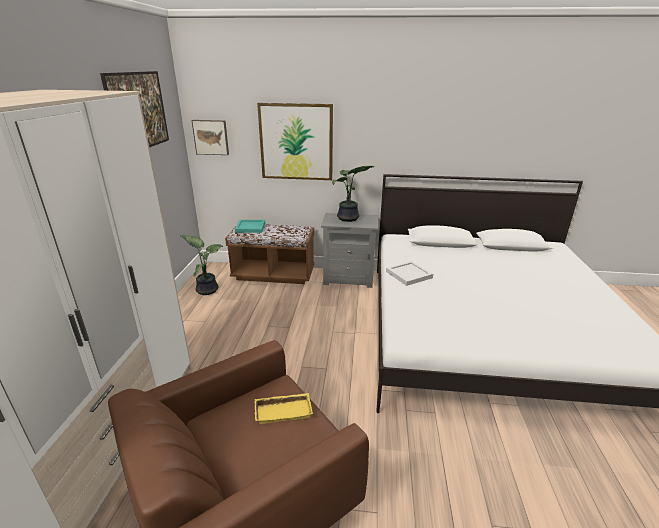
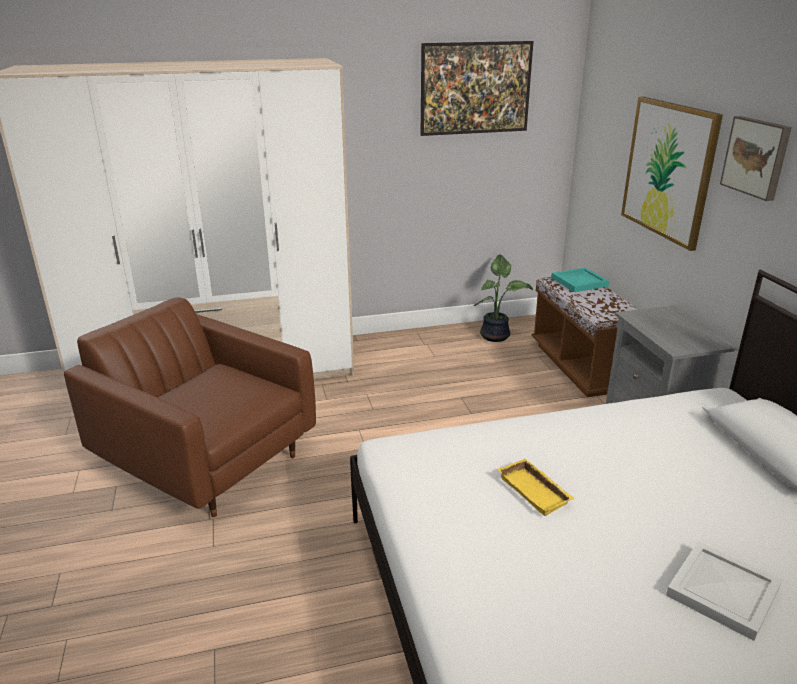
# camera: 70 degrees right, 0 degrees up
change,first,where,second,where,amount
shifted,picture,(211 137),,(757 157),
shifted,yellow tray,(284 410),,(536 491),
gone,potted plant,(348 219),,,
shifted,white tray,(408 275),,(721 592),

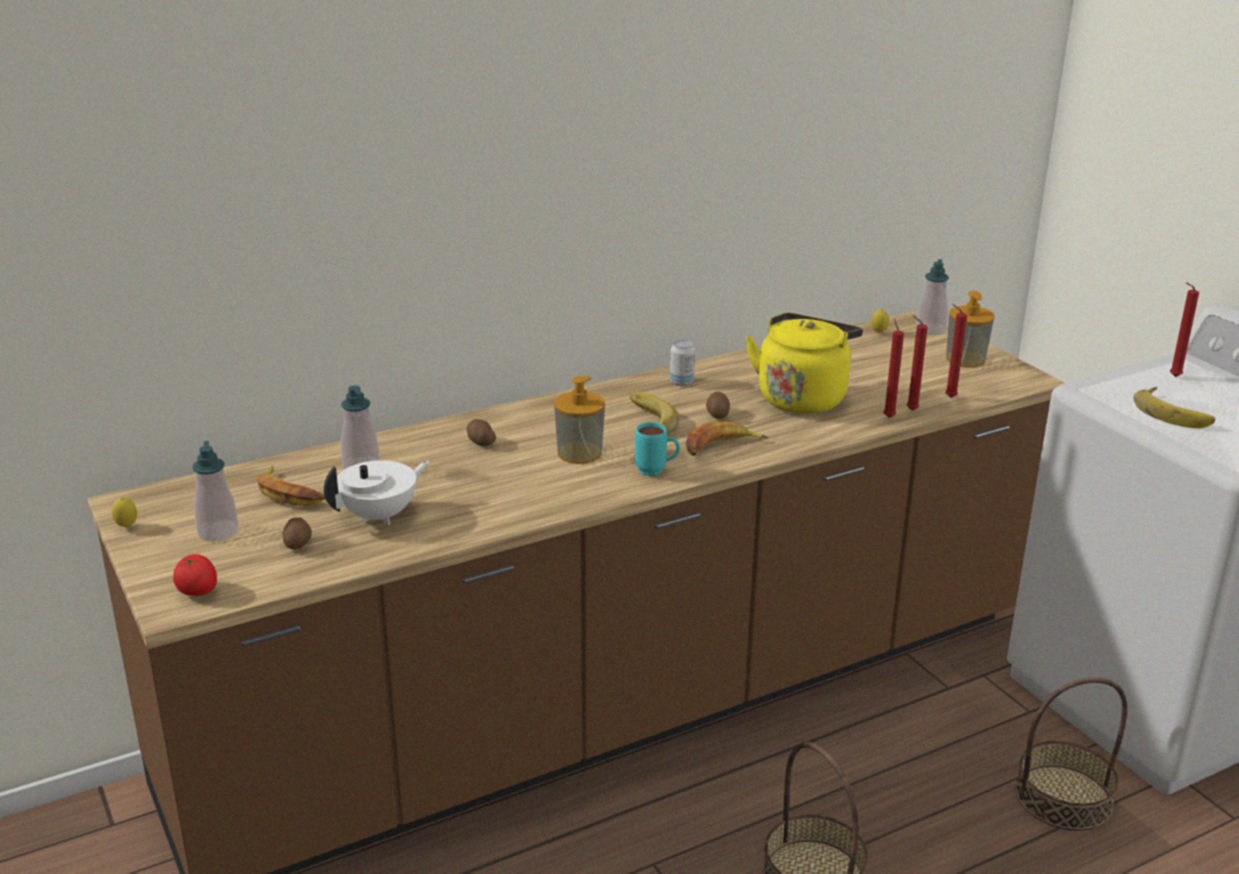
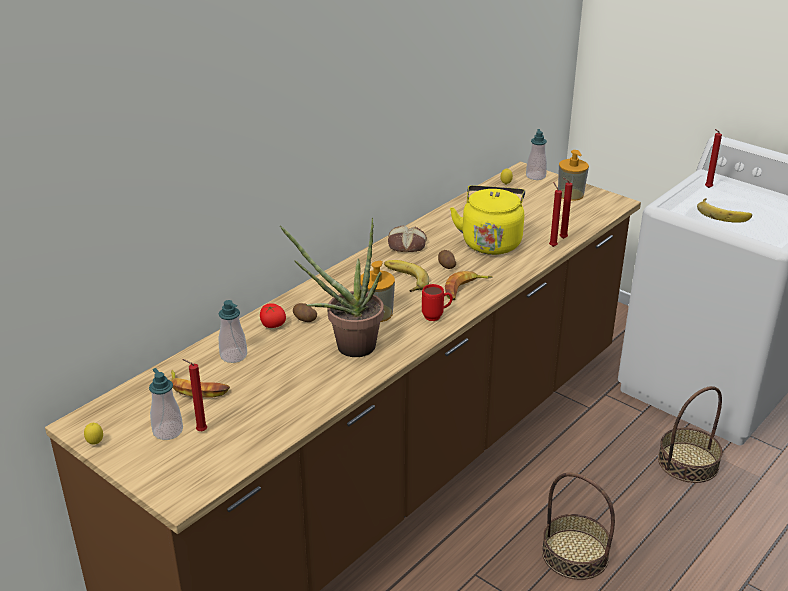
# camera: 20 degrees left, 5 degrees up
change,first,where,second,where,amount
shifted,tomato,(197 591),,(272 325),
gone,potato,(298 544),,,
gone,white teapot,(380 516),,,
repainted,turquoise mug,(656 471),red mug,(436 316),
swapped,can,(681 382),bread,(406 245),
shifted,red candle,(948 397),,(200 431),
new,,,potted plant,(347 347),

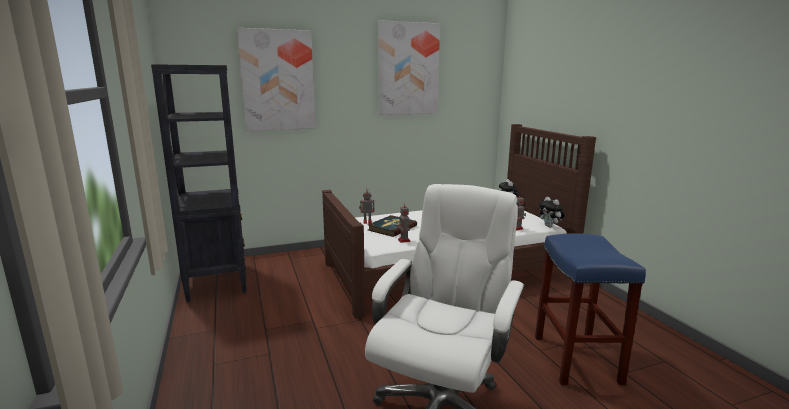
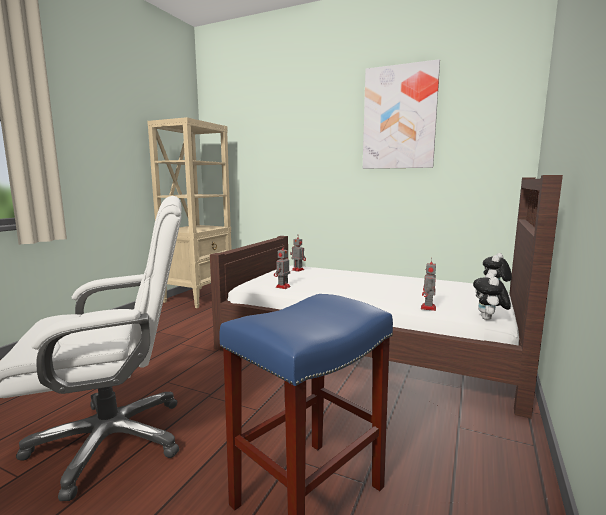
# camera: 45 degrees right, 5 degrees down
change,first,where,second,where,amount
repainted,black bookcase,(217 281),beige bookcase,(199 297),
gone,picture,(277 80),,,
gone,book,(392 228),,,

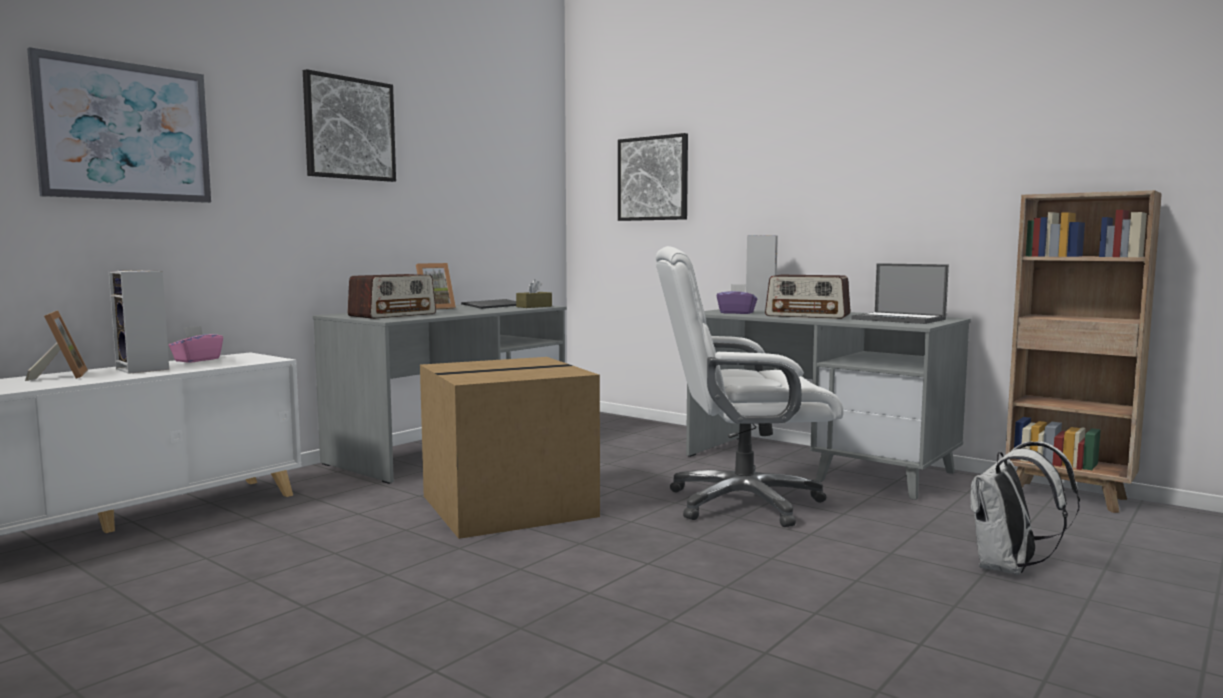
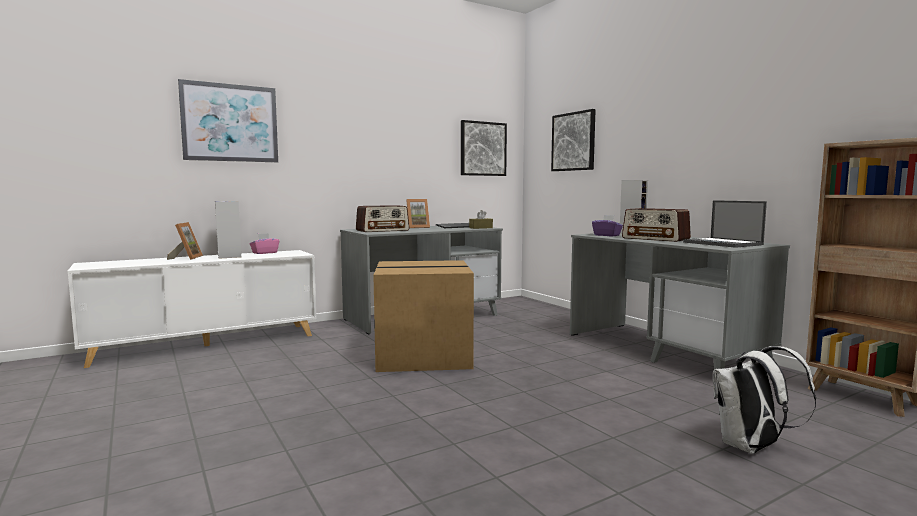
# camera: 20 degrees right, 0 degrees up
change,first,where,second,where,amount
shifted,picture,(349 128),,(483 149),
gone,white office chair,(742 503),,,

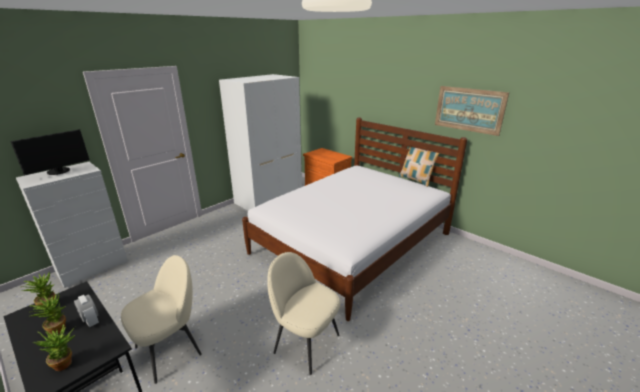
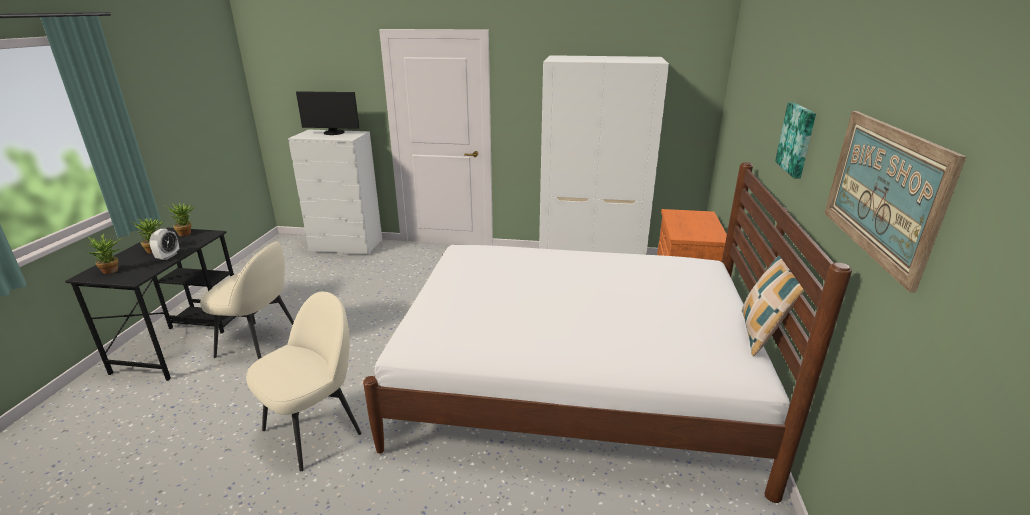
# camera: 55 degrees right, 0 degrees up
change,first,where,second,where,amount
rotated,beige chair,(305 342),,(314 430),45 degrees clockwise
new,,,picture,(797 139),

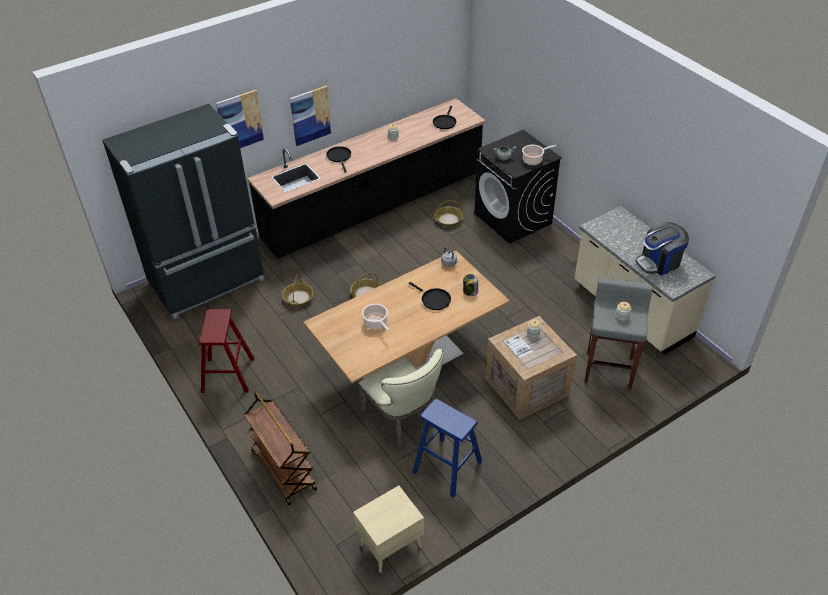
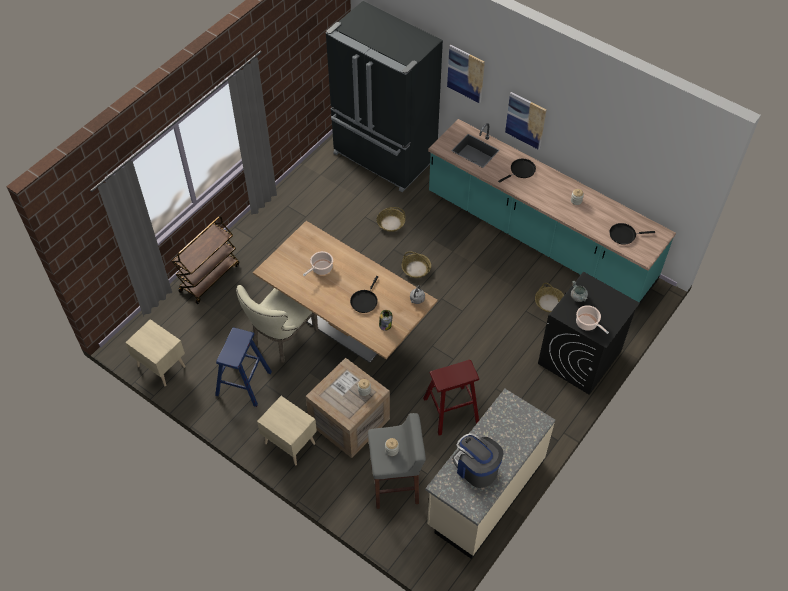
# camera: 70 degrees right, 10 degrees up
change,first,where,second,where,amount
shifted,red stool,(228 375),,(451 410),
repainted,black counter,(374 206),turquoise counter,(539 237),
new,,,beige nightstand,(290 442),

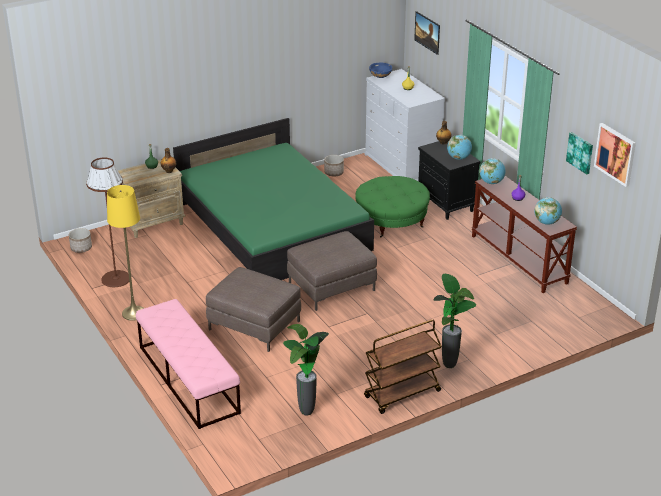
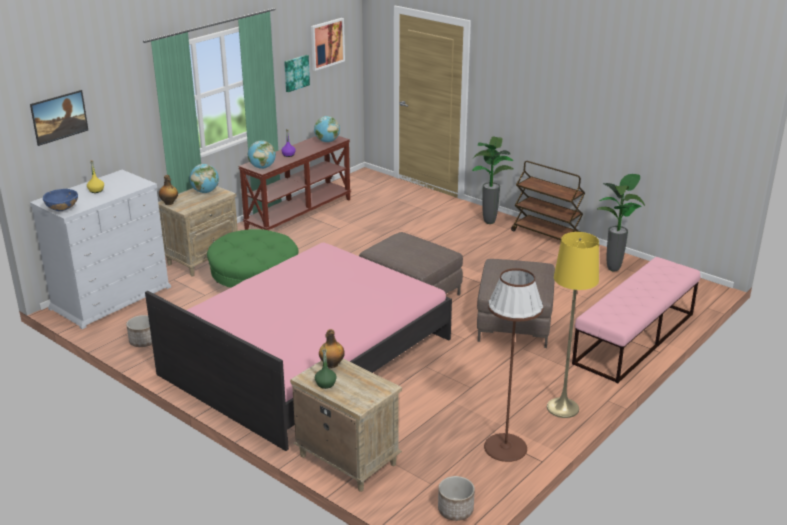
# camera: 110 degrees left, 5 degrees down
change,first,where,second,where,amount
repainted,green bed,(272 227),pink bed,(307 357),
repainted,black nightstand,(446 204),beige nightstand,(203 259),

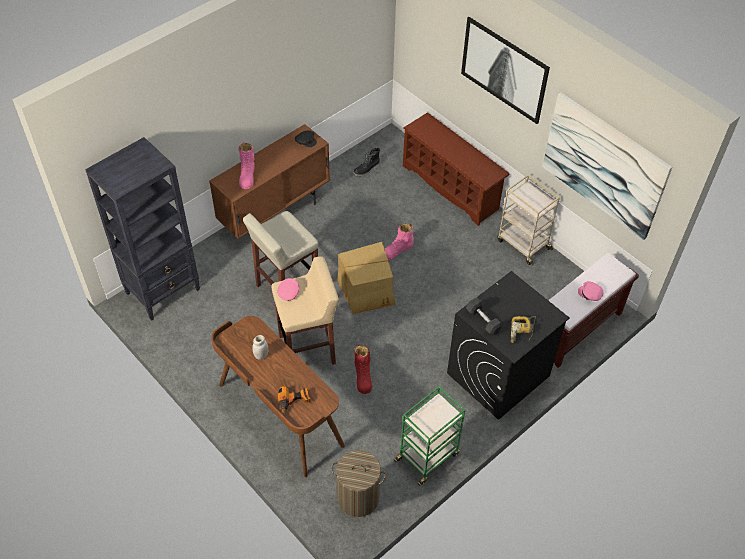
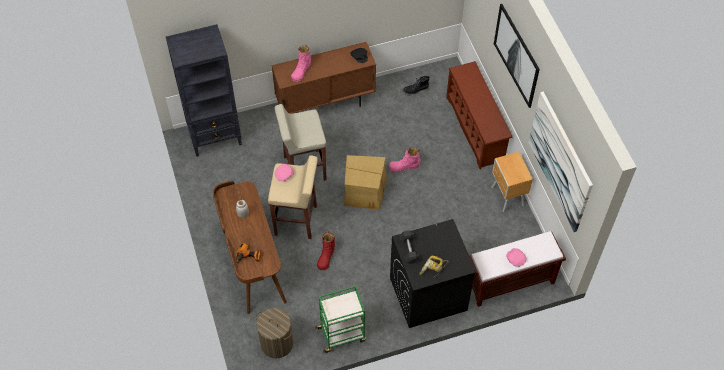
# camera: 25 degrees right, 5 degrees up
change,first,where,second,where,amount
swapped,beige cart,(522 244),brown nightstand,(507 197),

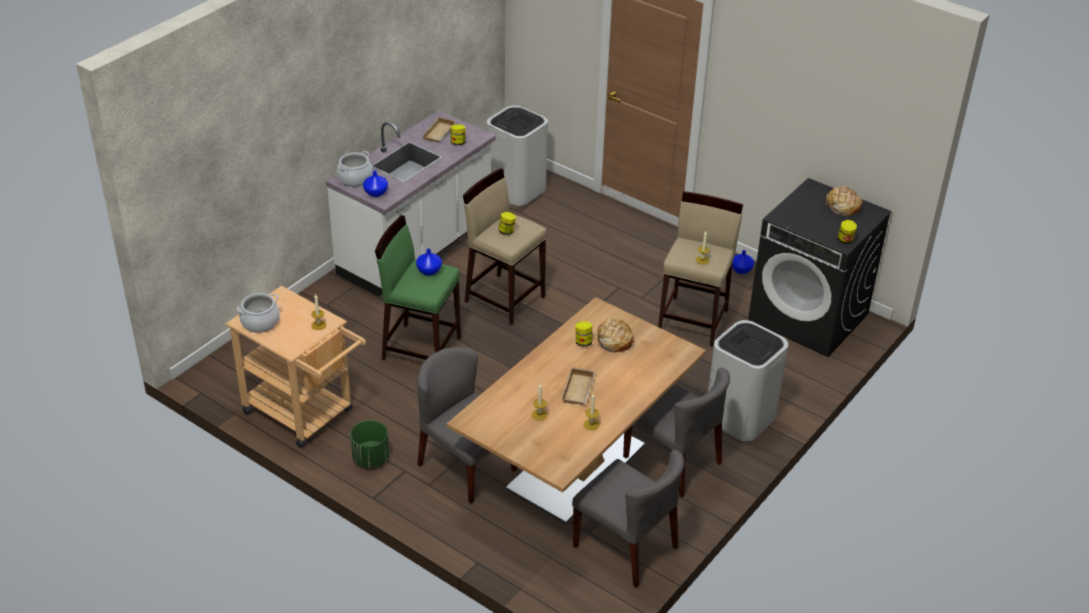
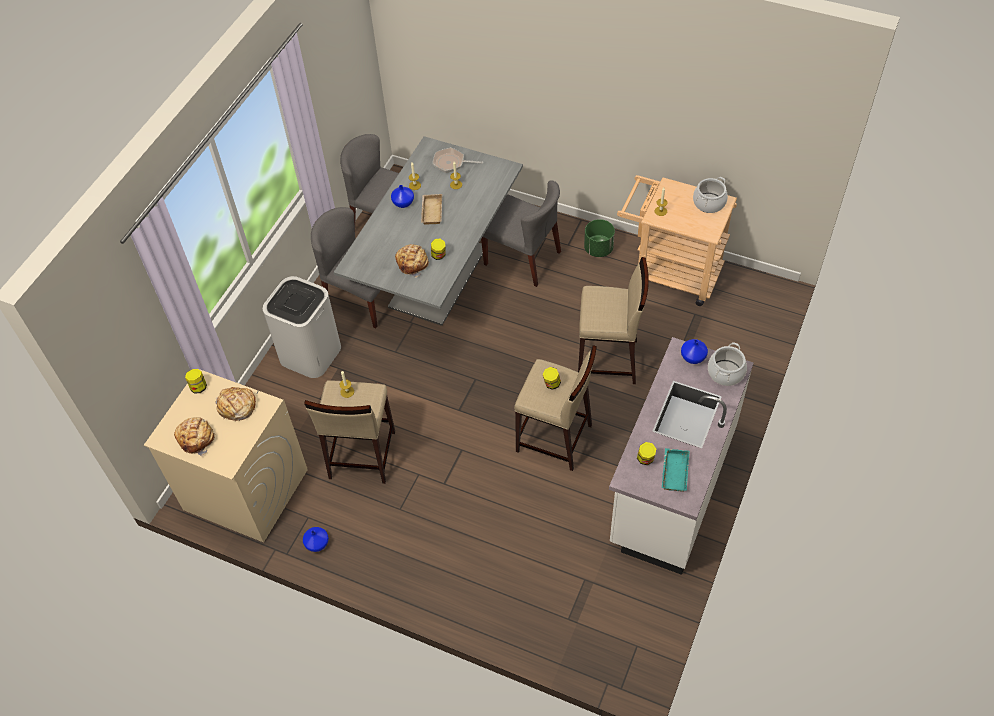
# camera: 170 degrees right, 15 degrees up
change,first,where,second,where,amount
repainted,green stool,(421 348),beige stool,(608 361),
shifted,blue vase,(428 271),,(403 202),
repainted,beige tray,(440 133),turquoise tray,(673 471),
repainted,brown dining table,(576 467),grey dining table,(438 277),
gone,white trash can,(516 189),,,
repainted,black washing machine,(809 317),beige washing machine,(245 489),
new,,,bread,(237 407),
new,,,frying pan,(451 163),

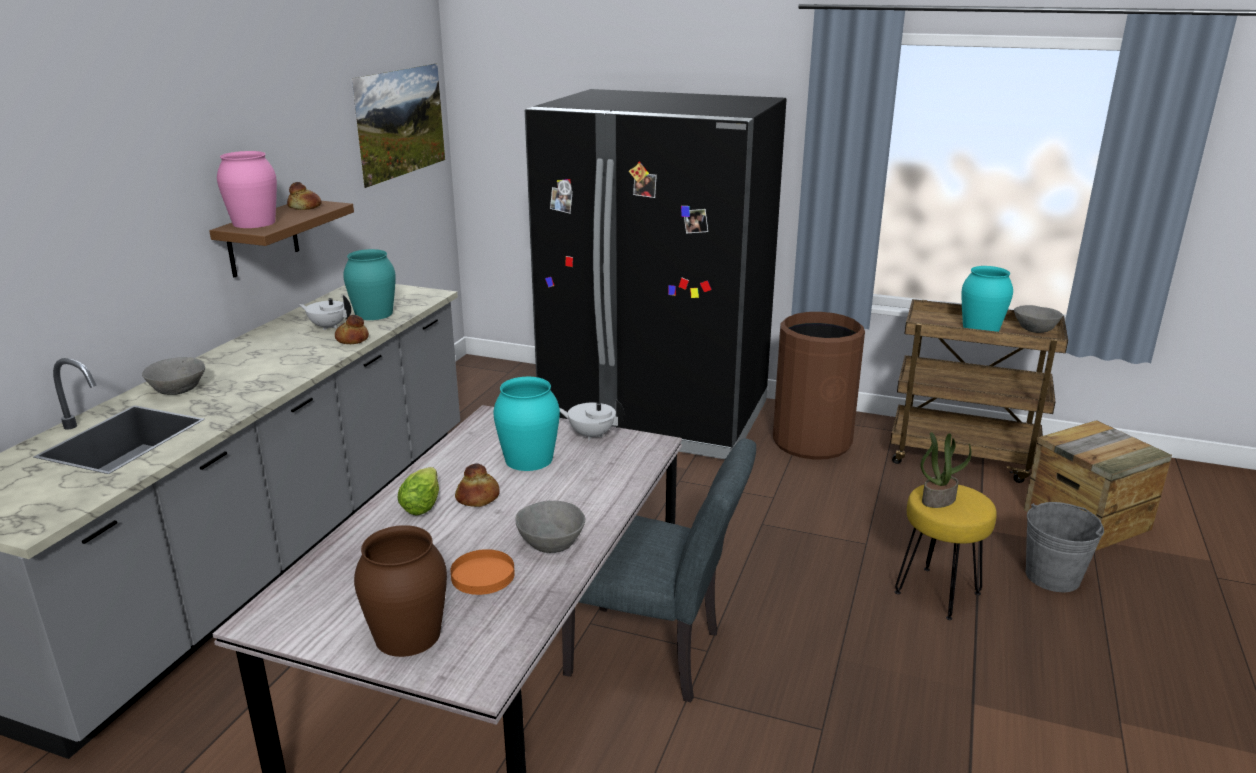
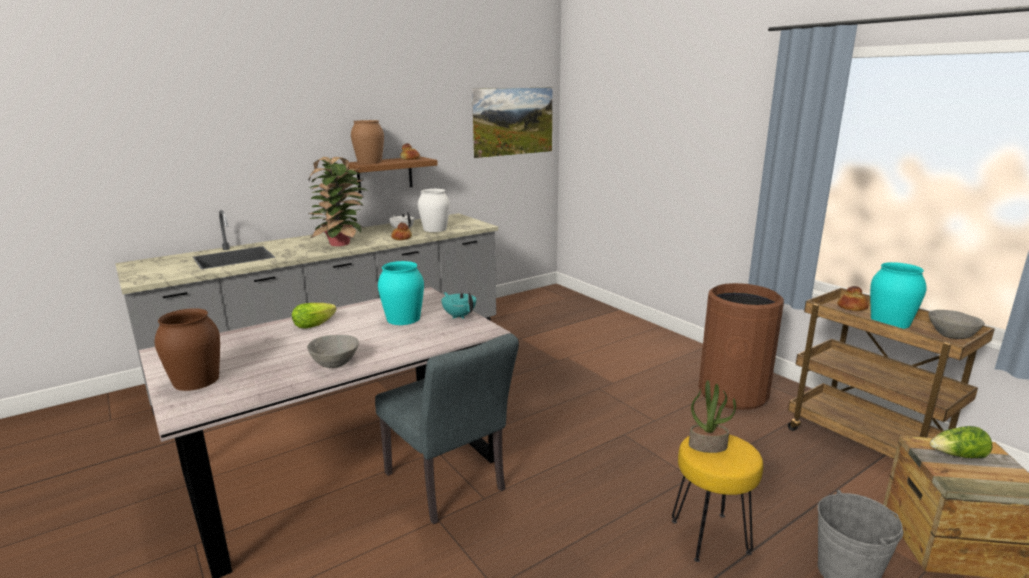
# camera: 35 degrees right, 5 degrees down
change,first,where,second,where,amount
gone,grey bowl,(177 390),,,
repainted,pink vase,(253 223),brown vase,(369 162),
repainted,turquoise vase,(374 313),white vase,(435 229),
gone,orange plate,(482 575),,,
shifted,bread,(478 497),,(852 307),
gone,black fridge,(656 416),,,
repainted,white teapot,(591 435),turquoise teapot,(459 316),
new,,,potted plant,(342 243),
new,,,lettuce,(957 456),

